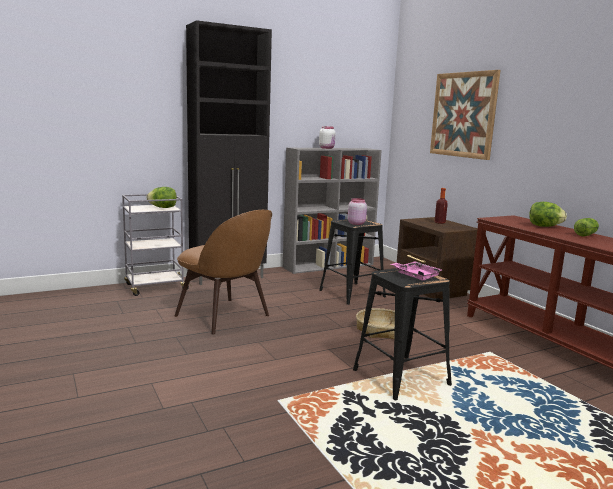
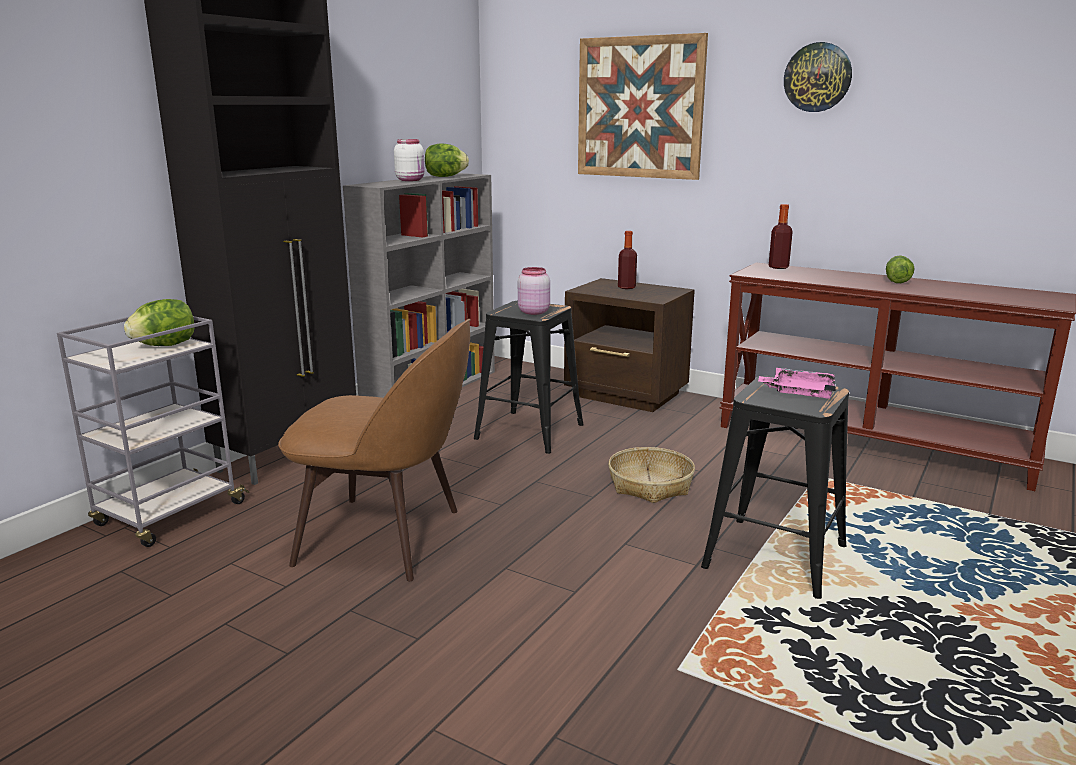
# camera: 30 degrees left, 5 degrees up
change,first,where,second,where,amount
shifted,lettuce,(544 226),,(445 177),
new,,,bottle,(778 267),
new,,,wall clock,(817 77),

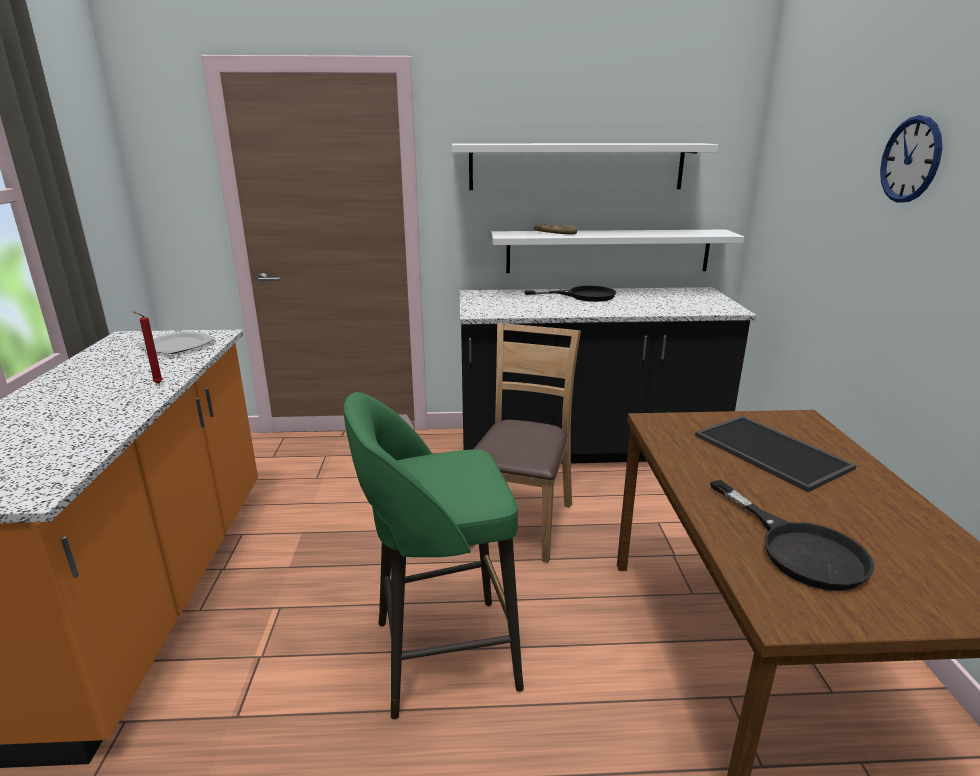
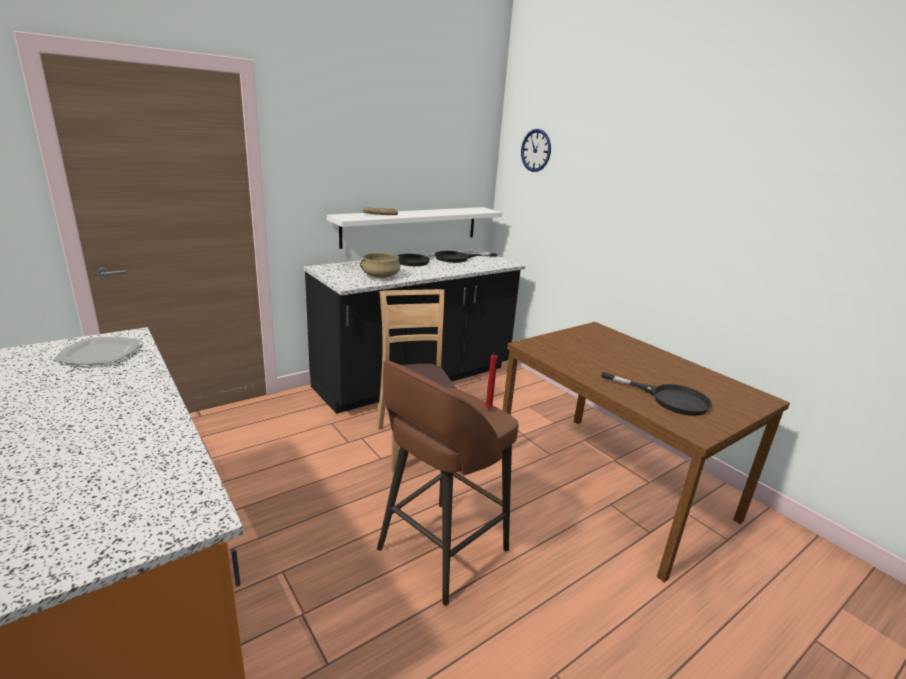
# camera: 35 degrees left, 0 degrees up
change,first,where,second,where,amount
shifted,red candle,(156 384),,(487 409),
repainted,green stool,(440 655),brown stool,(440 551),
gone,white shelf,(576 166),,,
gone,tray,(773 451),,,
shifted,wall clock,(910 160),,(536 150),
new,,,beige cooking pot,(380 276),
new,,,black frying pan,(458 258),

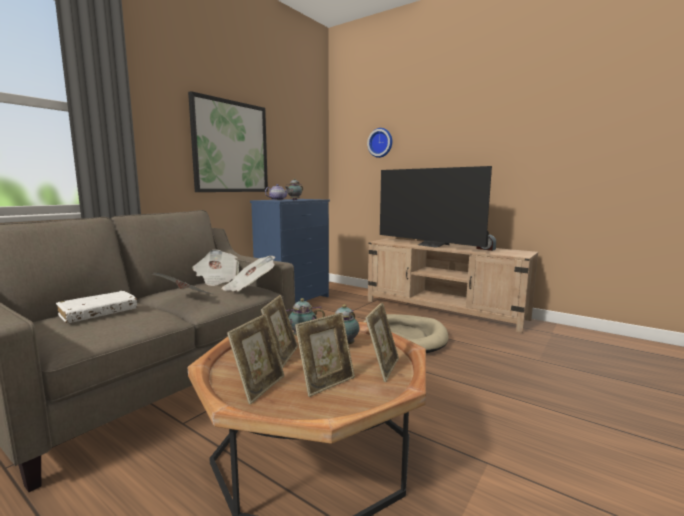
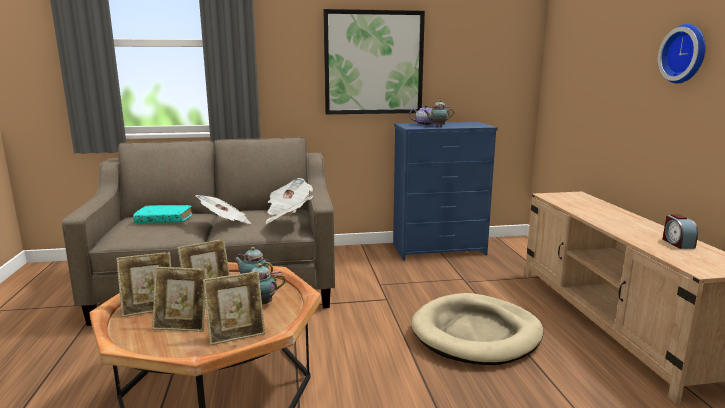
# camera: 45 degrees right, 5 degrees up
change,first,where,second,where,amount
repainted,white book,(98 313),turquoise book,(164 220),
shifted,wall clock,(381 143),,(686 54),
gone,television,(431 245),,,

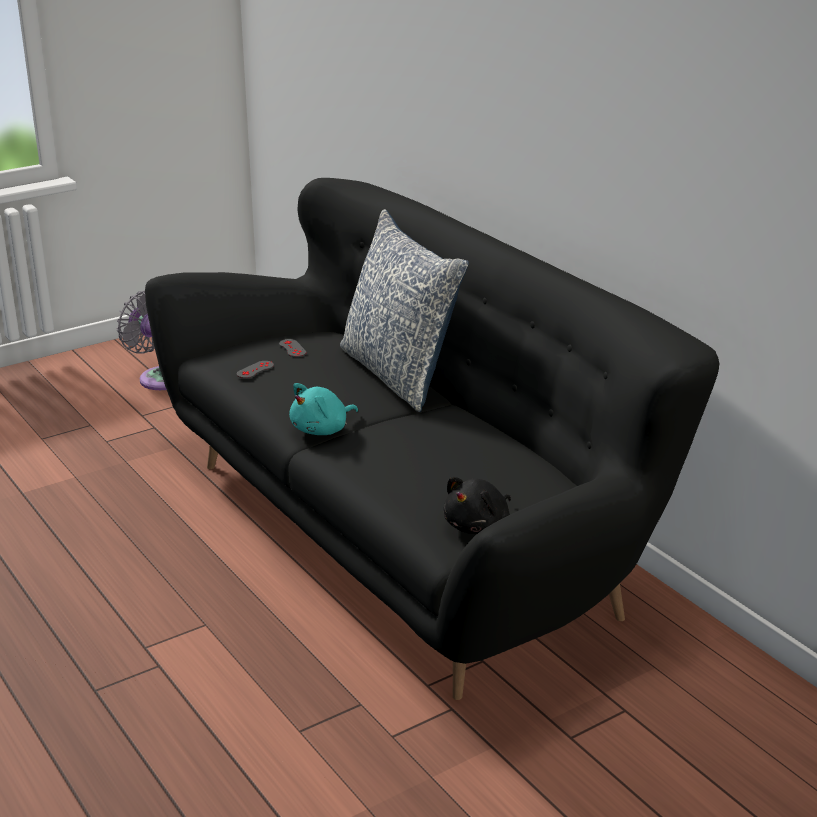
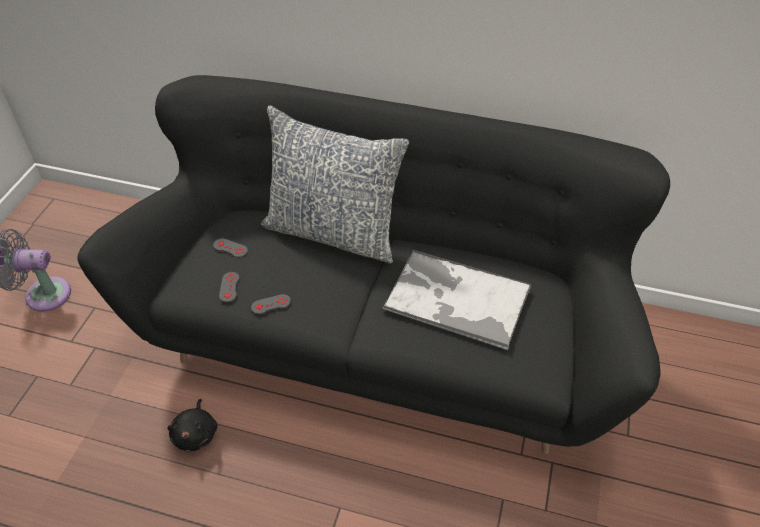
# camera: 40 degrees left, 20 degrees up
change,first,where,second,where,amount
gone,turquoise plush toy,(322 430),,,
shifted,black plush toy,(479 526),,(196 434),
new,,,grey game controller,(271 304),
new,,,tray,(456 299),

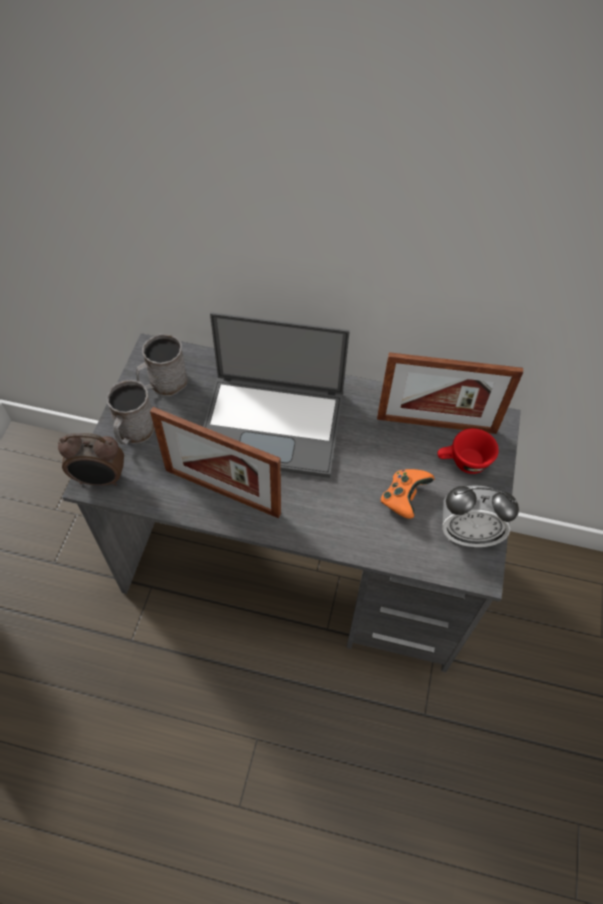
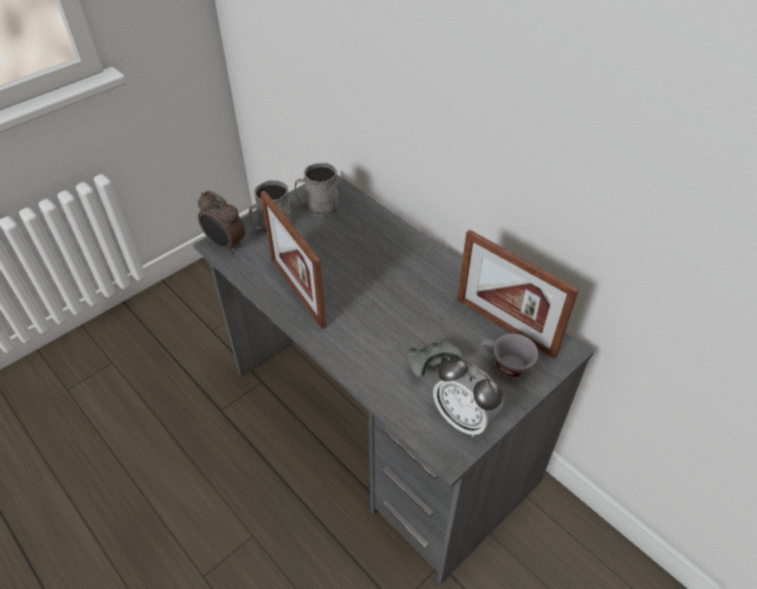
# camera: 35 degrees right, 10 degrees down
change,first,where,second,where,amount
gone,laptop,(274 424),,,
repainted,orange game controller,(404 498),grey game controller,(431 365),
repainted,red cup,(463 462),grey cup,(505 365),

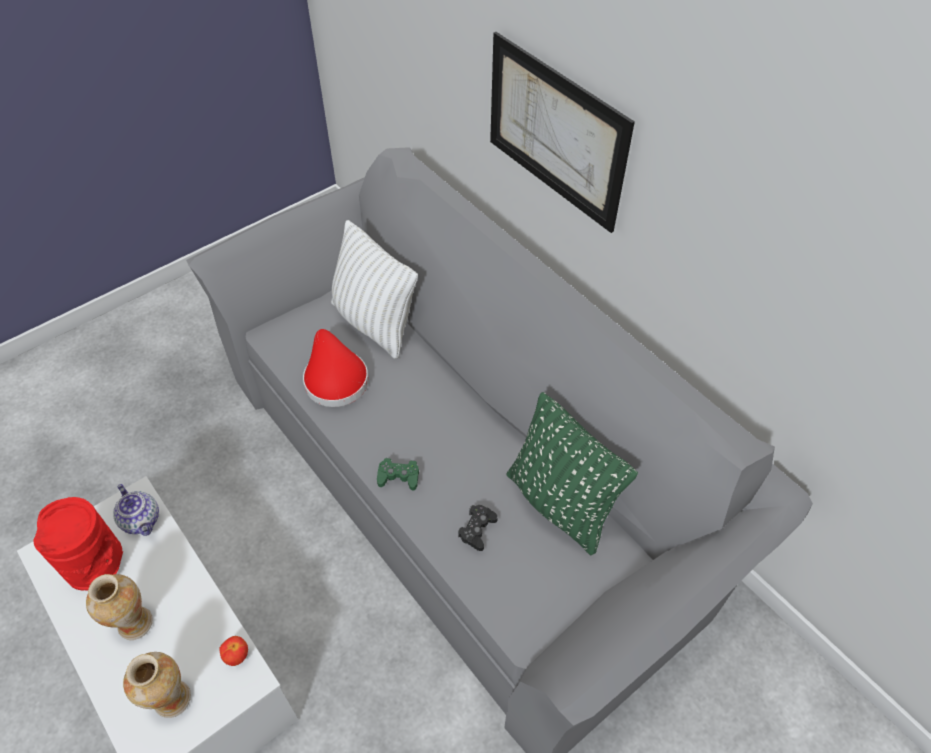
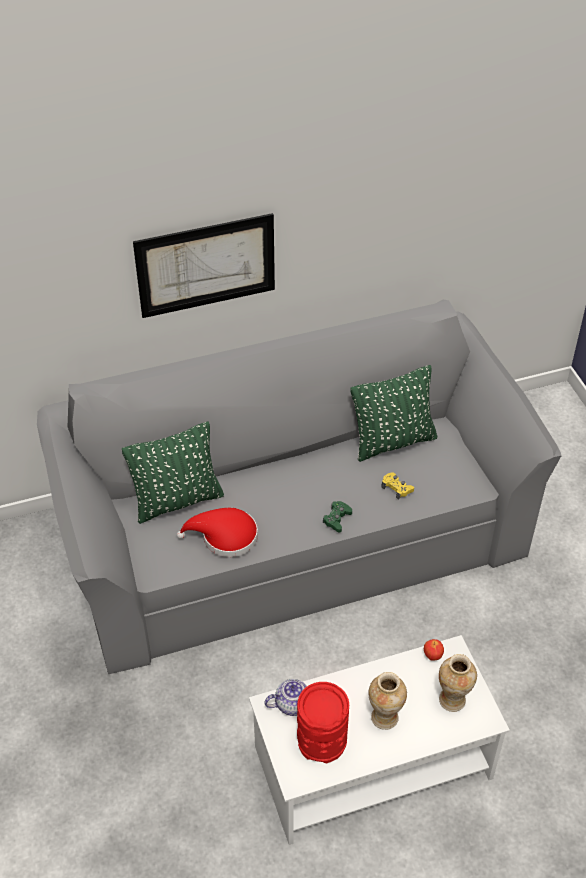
# camera: 70 degrees left, 5 degrees down
change,first,where,second,where,amount
repainted,white pillow,(374 323),green pillow,(177 500),
repainted,black game controller,(477 529),yellow game controller,(396 488),

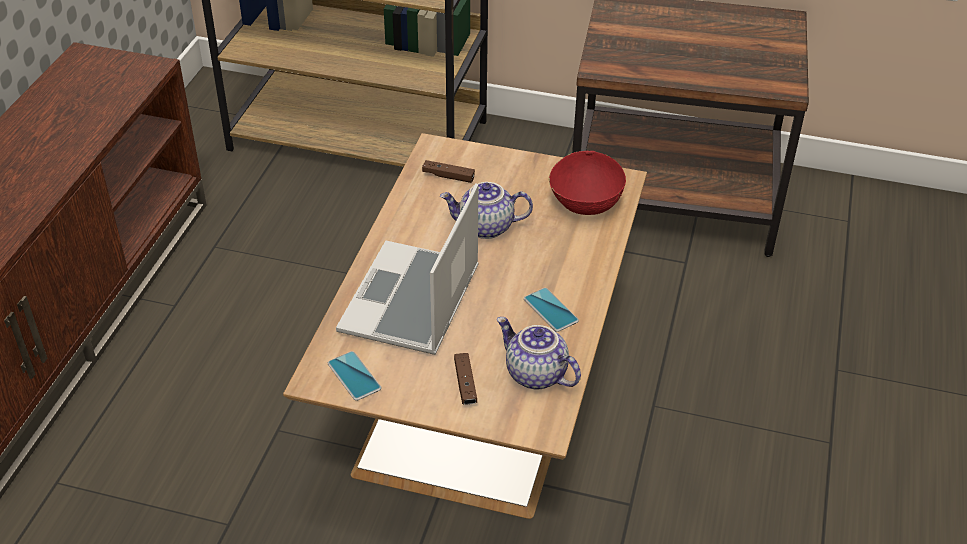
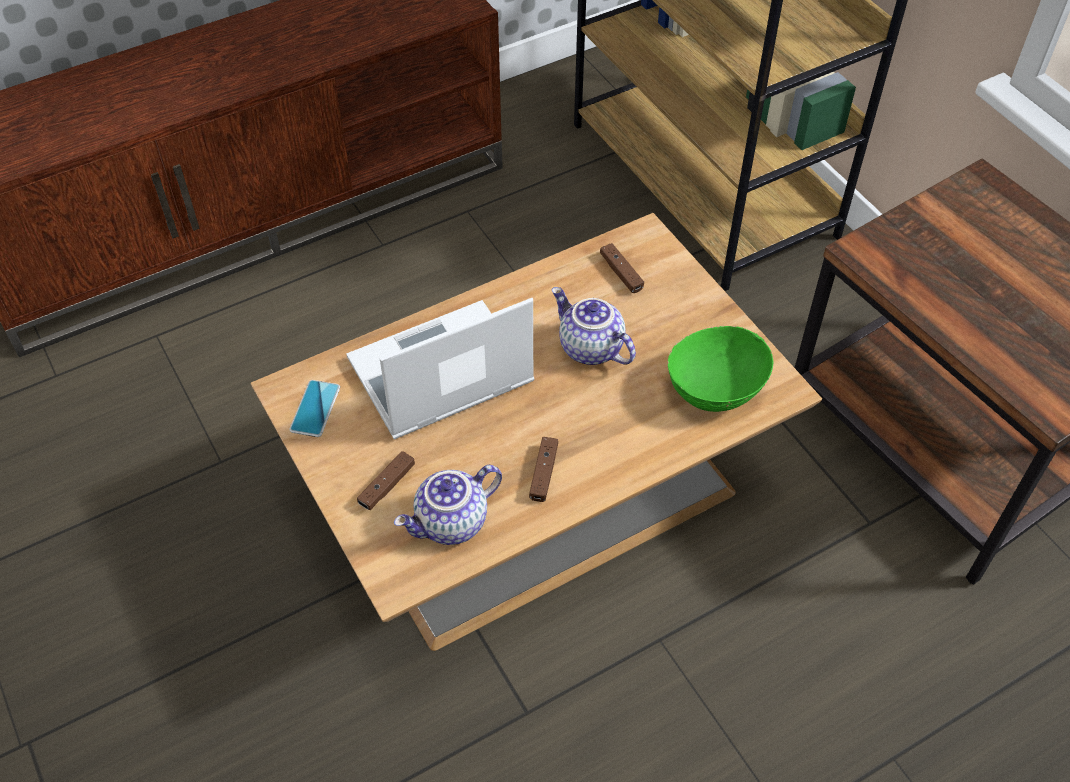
# camera: 45 degrees right, 10 degrees up
change,first,where,second,where,amount
rotated,teapot,(534 374),,(452 524),120 degrees counterclockwise
swapped,phone,(551 310),brown game controller,(543 473),
repainted,red bowl,(585 202),green bowl,(715 387),

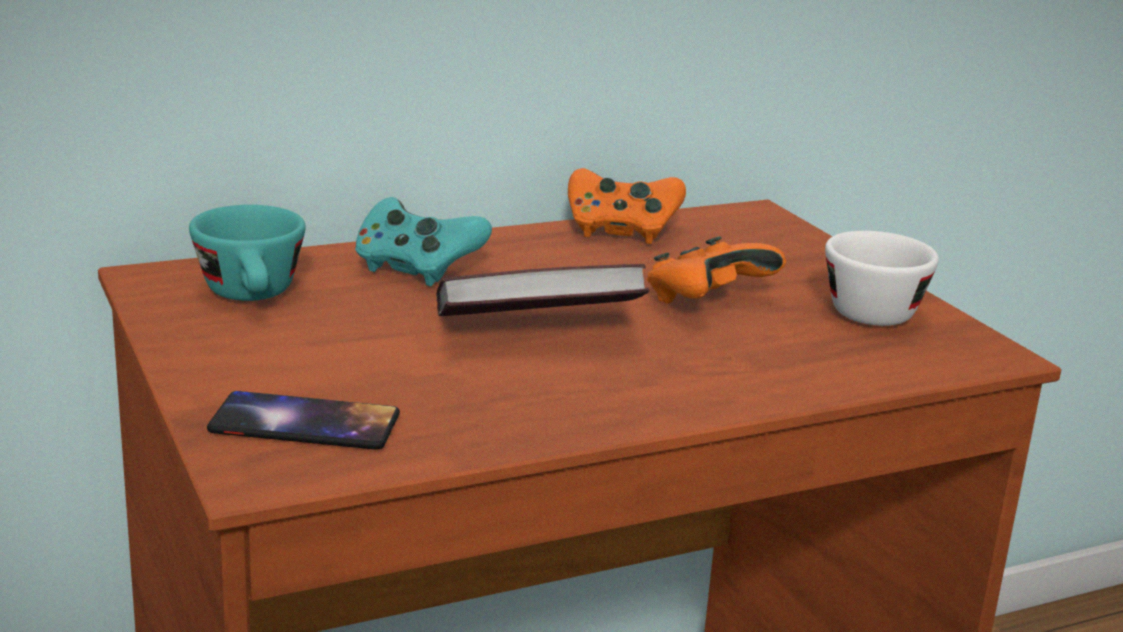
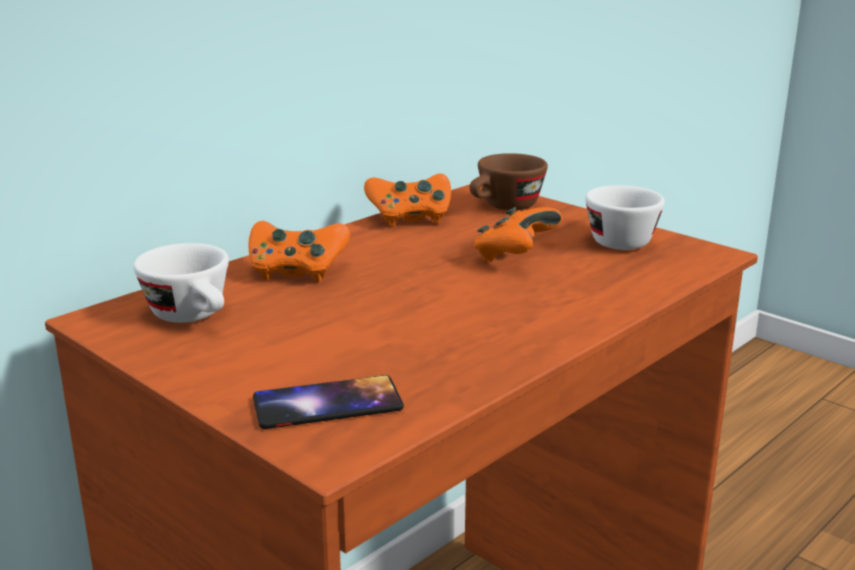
# camera: 20 degrees left, 0 degrees up
change,first,where,second,where,amount
repainted,turquoise cup,(253 296),white cup,(194 317),
repainted,turquoise game controller,(416 269),orange game controller,(296 272),
gone,book,(537 333),,,
new,,,brown cup,(504 207),

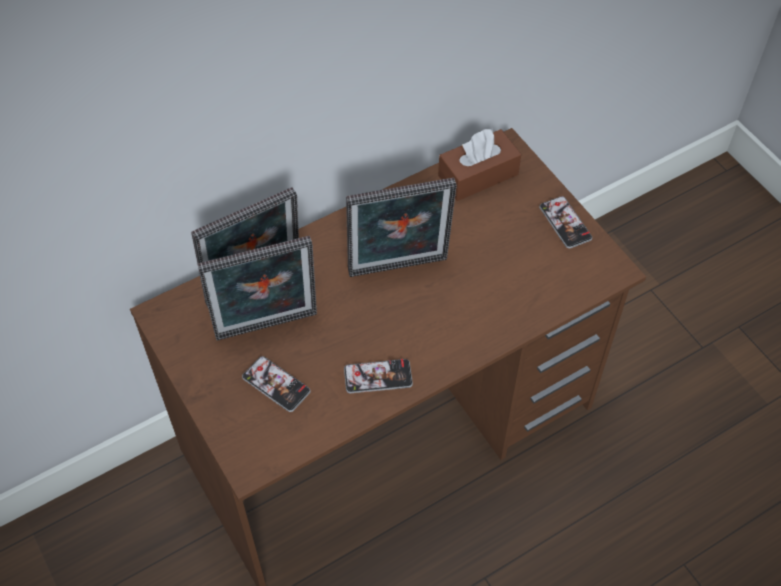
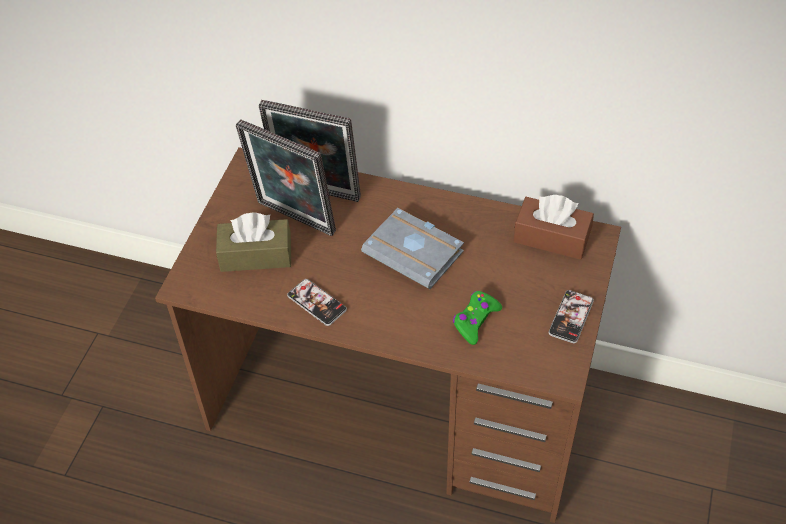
# camera: 50 degrees right, 5 degrees down
change,first,where,second,where,amount
swapped,phone,(276 384),brown tissue box,(256 255),
swapped,picture frame,(399 270),grey book,(416 252),
new,,,green game controller,(475 320),

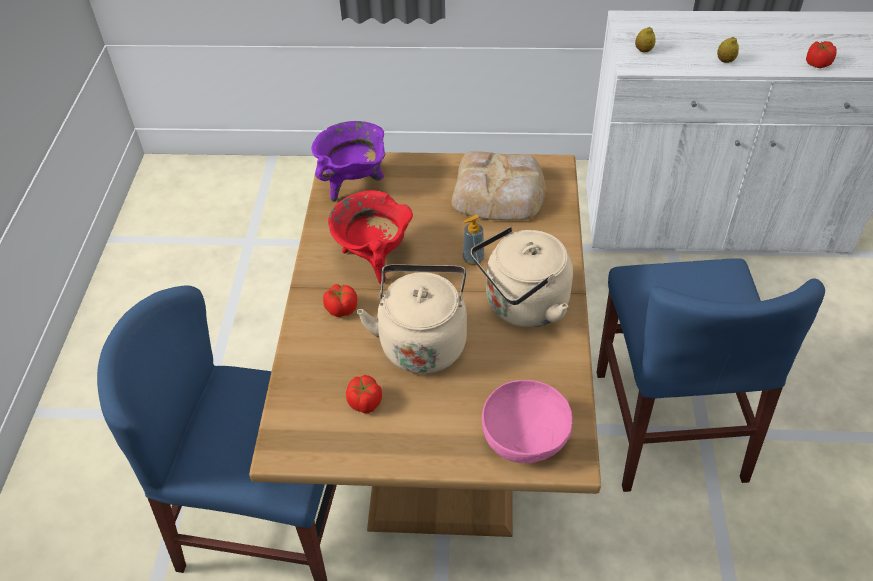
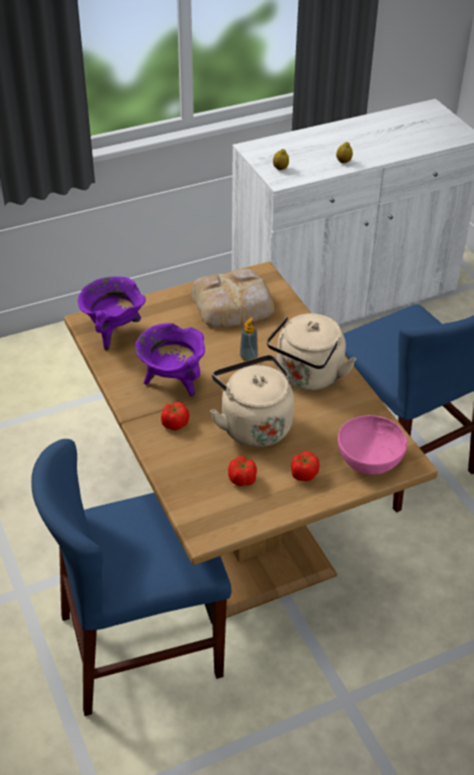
# camera: 30 degrees left, 5 degrees down
change,first,where,second,where,amount
repainted,red cooking pot,(373 259),purple cooking pot,(173 381),
shifted,tomato,(817 64),,(304 474),

